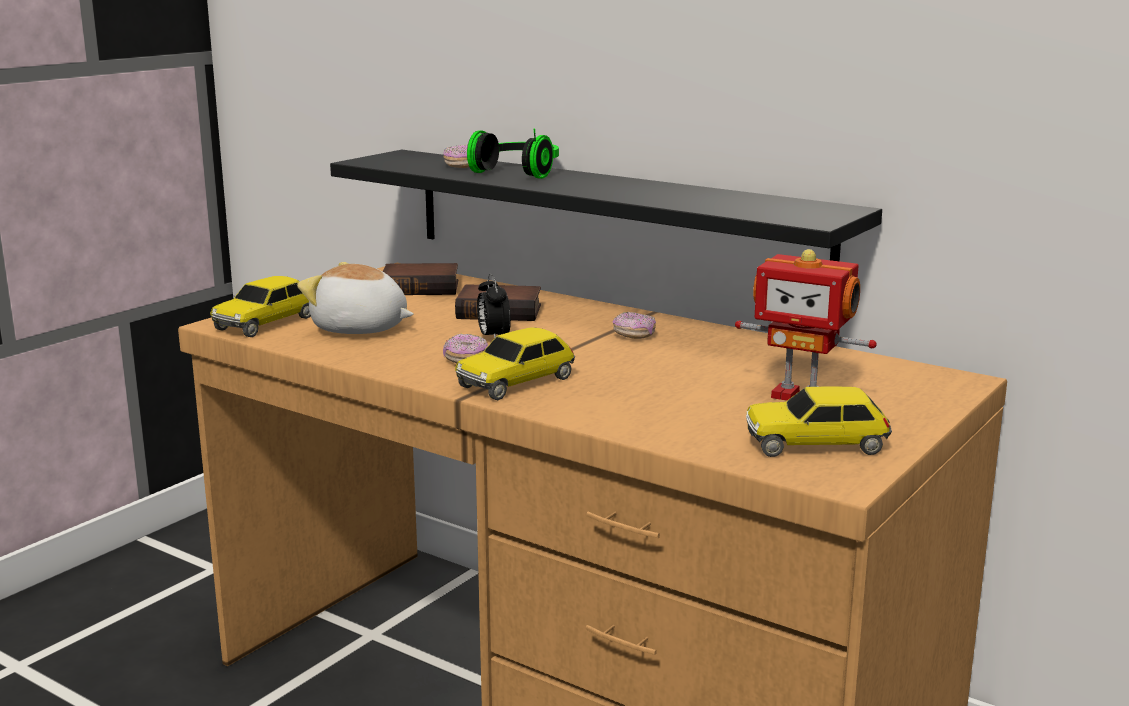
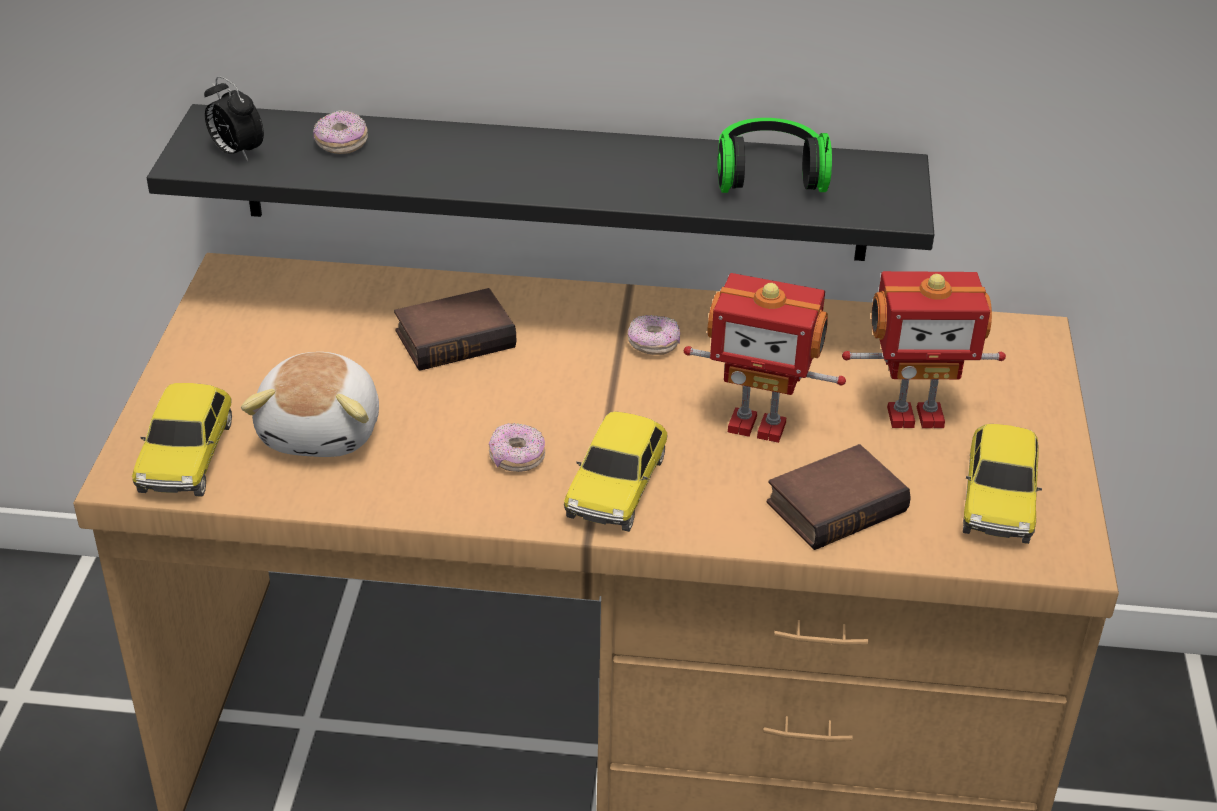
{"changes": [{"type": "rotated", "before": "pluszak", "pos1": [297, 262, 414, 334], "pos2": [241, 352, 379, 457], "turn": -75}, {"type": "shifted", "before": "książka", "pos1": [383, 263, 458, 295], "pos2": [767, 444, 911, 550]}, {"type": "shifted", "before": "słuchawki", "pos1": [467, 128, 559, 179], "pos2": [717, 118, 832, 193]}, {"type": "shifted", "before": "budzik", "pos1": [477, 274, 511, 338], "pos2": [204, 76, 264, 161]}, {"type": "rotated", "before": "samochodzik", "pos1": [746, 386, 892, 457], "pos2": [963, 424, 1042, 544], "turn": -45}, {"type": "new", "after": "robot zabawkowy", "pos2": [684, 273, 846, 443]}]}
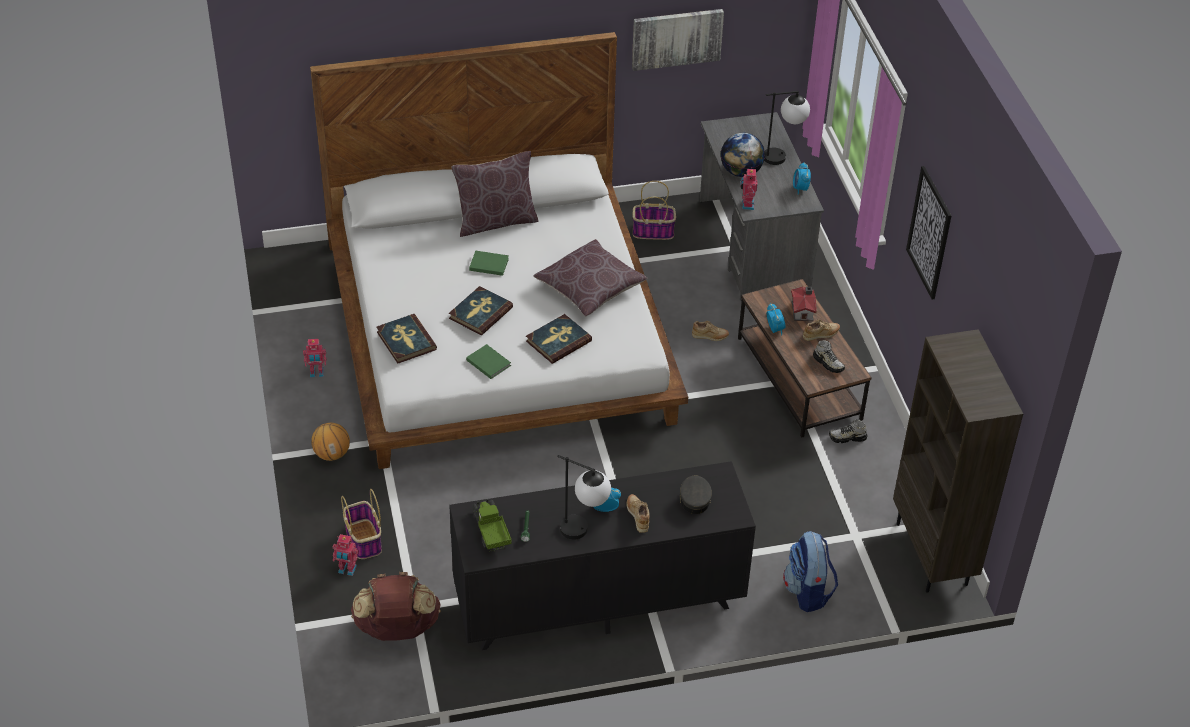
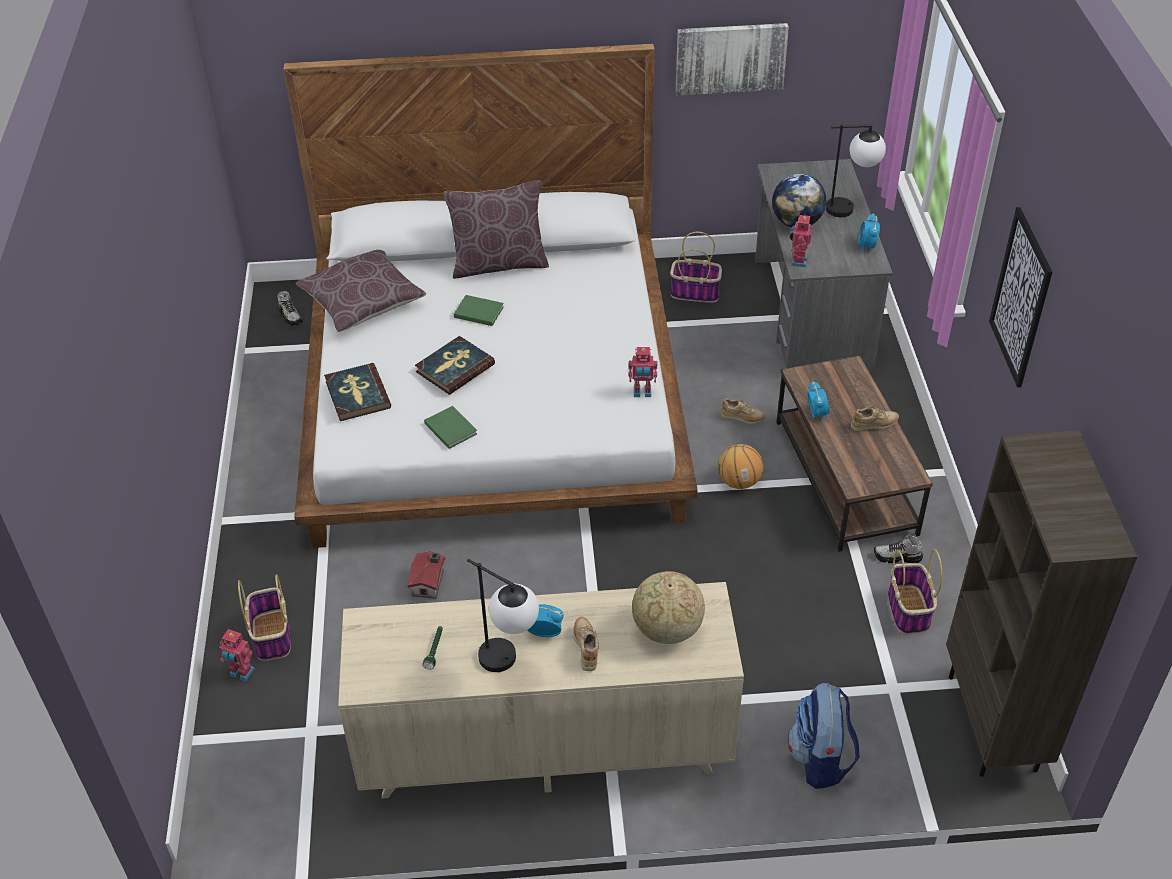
{"changes": [{"type": "shifted", "before": "robot zabawkowy", "pos1": [303, 339, 327, 378], "pos2": [628, 347, 658, 397]}, {"type": "shifted", "before": "piłka do koszykówki", "pos1": [311, 423, 350, 461], "pos2": [718, 444, 763, 489]}, {"type": "gone", "before": "plecak (brązowy)", "pos1": [351, 572, 441, 641]}, {"type": "repainted", "before": "komoda (czarny)", "after": "komoda (beżowy)", "pos1": [449, 461, 756, 650], "pos2": [338, 582, 744, 799]}, {"type": "gone", "before": "ciężarówka zabawkowa", "pos1": [472, 499, 512, 552]}, {"type": "gone", "before": "książka", "pos1": [526, 314, 592, 364]}, {"type": "shifted", "before": "poduszka (brązowy)", "pos1": [533, 239, 647, 317], "pos2": [296, 250, 426, 332]}, {"type": "swapped", "before": "czapka z daszkiem (szary)", "after": "globus", "pos1": [680, 475, 712, 514], "pos2": [632, 571, 705, 644]}, {"type": "shifted", "before": "domek", "pos1": [791, 286, 817, 321], "pos2": [407, 551, 445, 598]}, {"type": "shifted", "before": "but", "pos1": [813, 340, 845, 373], "pos2": [277, 291, 303, 326]}, {"type": "new", "after": "koszyk", "pos2": [888, 549, 942, 634]}]}
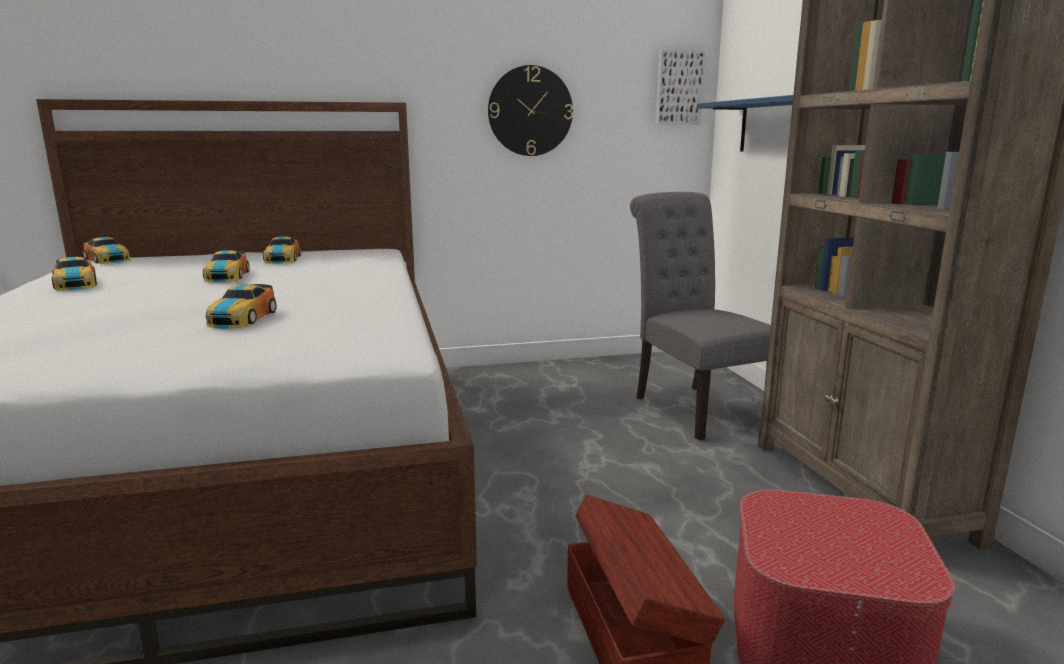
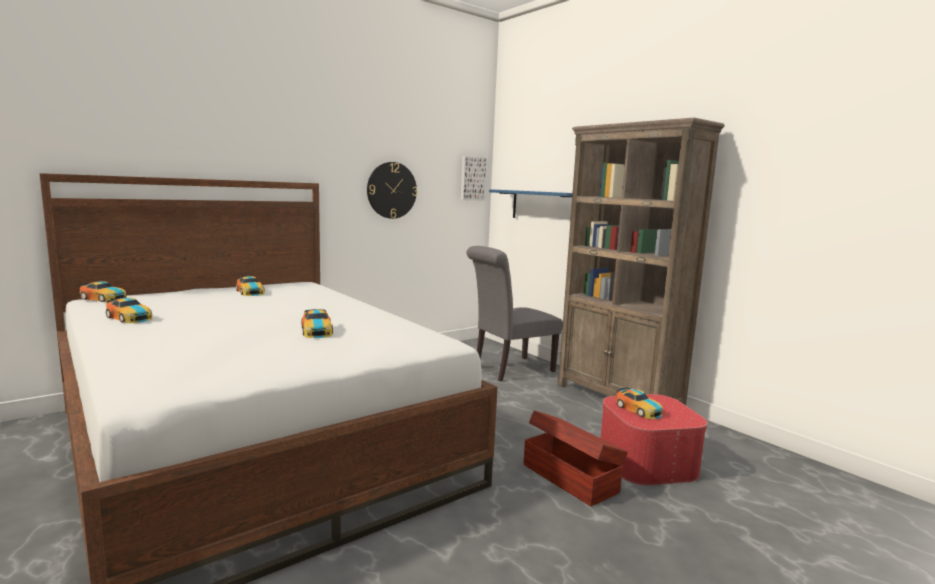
{"changes": [{"type": "shifted", "before": "samochodzik", "pos1": [203, 250, 250, 282], "pos2": [616, 387, 663, 419]}, {"type": "rotated", "before": "krzesło (szary)", "pos1": [630, 192, 771, 440], "pos2": [466, 246, 563, 381], "turn": -75}]}
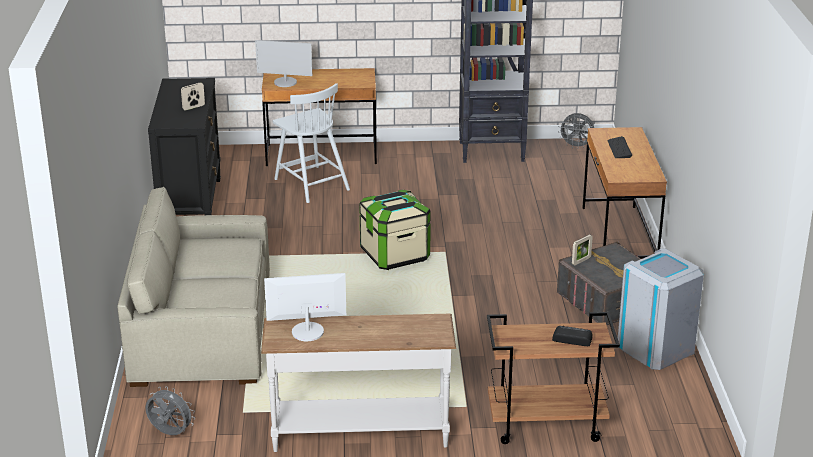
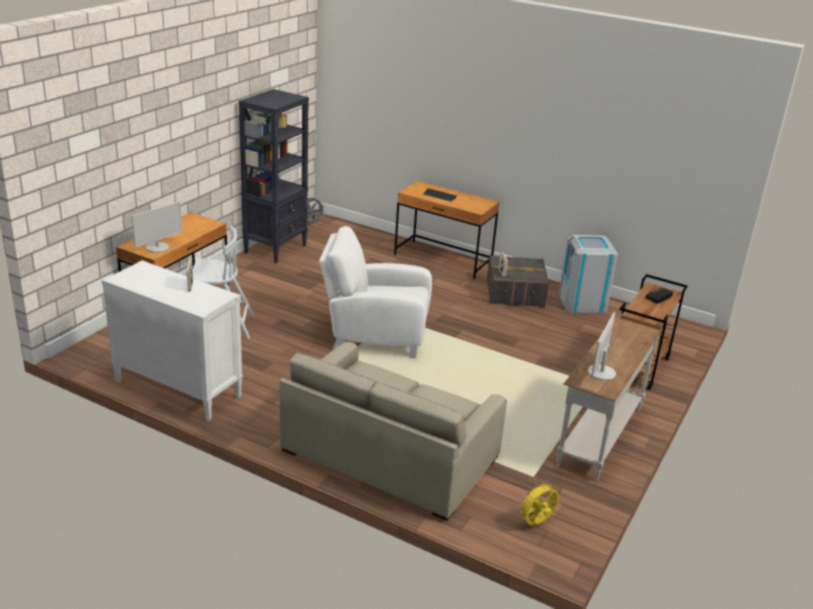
{"changes": [{"type": "repainted", "before": "wentylator (szary)", "after": "wentylator (żółty)", "pos1": [145, 386, 195, 435], "pos2": [516, 480, 559, 526]}, {"type": "repainted", "before": "komoda (czarny)", "after": "komoda (biały)", "pos1": [148, 78, 221, 215], "pos2": [102, 260, 243, 422]}, {"type": "swapped", "before": "pojemnik do przechowywania", "after": "fotel (biały)", "pos1": [359, 190, 431, 270], "pos2": [319, 226, 432, 358]}]}
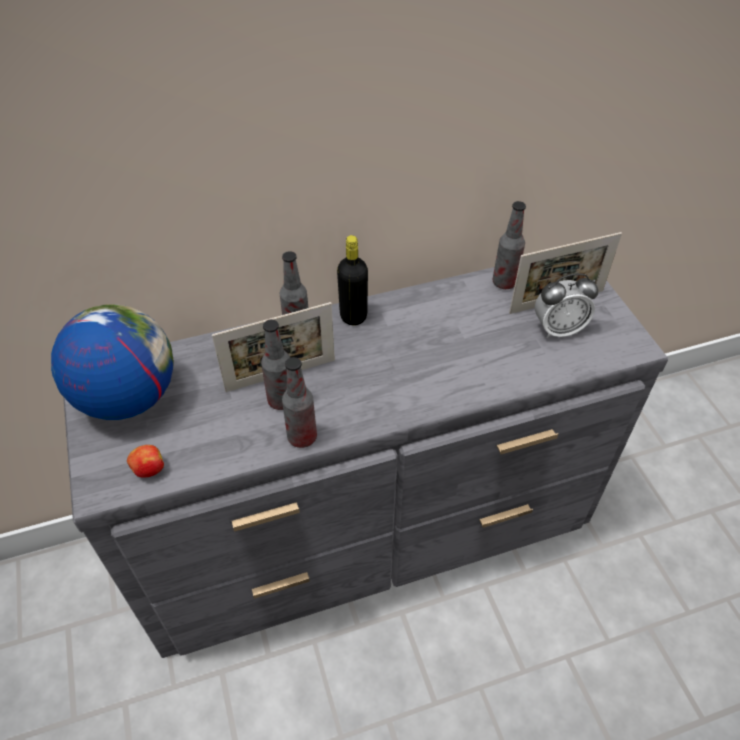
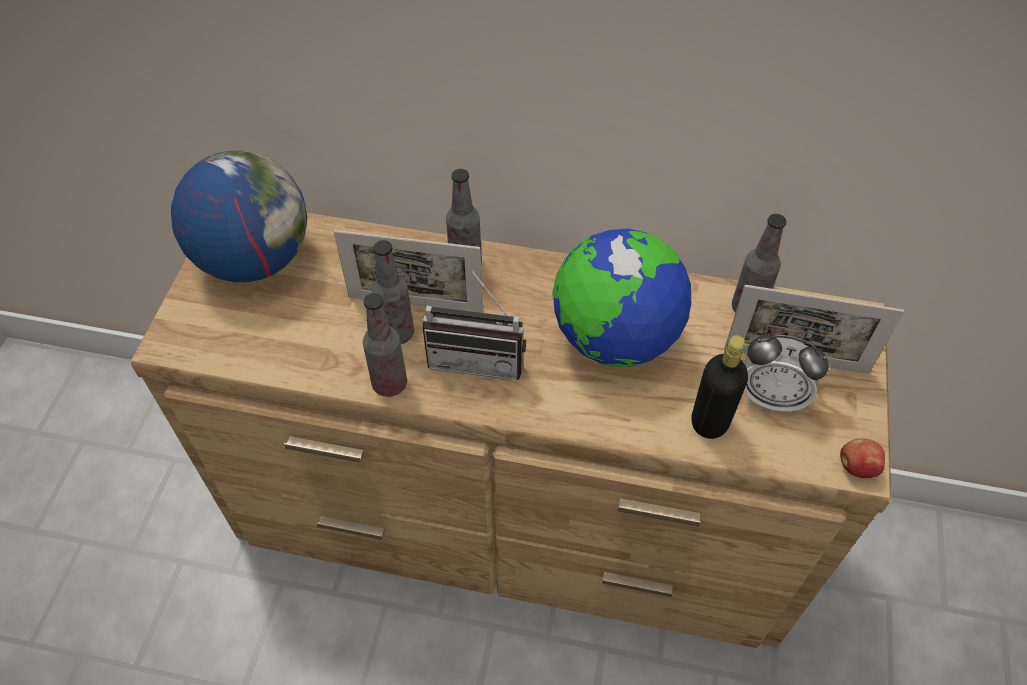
{"changes": [{"type": "repainted", "before": "komoda (szary)", "after": "komoda (brązowy)", "pos1": [63, 267, 668, 658], "pos2": [130, 213, 891, 648]}, {"type": "shifted", "before": "jabłko", "pos1": [127, 445, 164, 477], "pos2": [840, 438, 885, 478]}, {"type": "shifted", "before": "butelka (czarny)", "pos1": [337, 235, 368, 326], "pos2": [691, 335, 748, 439]}, {"type": "new", "after": "radio", "pos2": [422, 266, 526, 380]}, {"type": "new", "after": "globus", "pos2": [552, 229, 691, 367]}]}
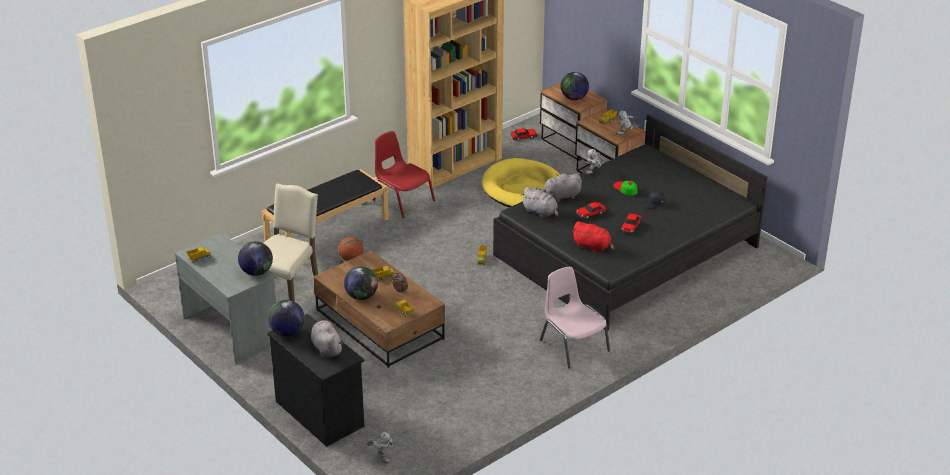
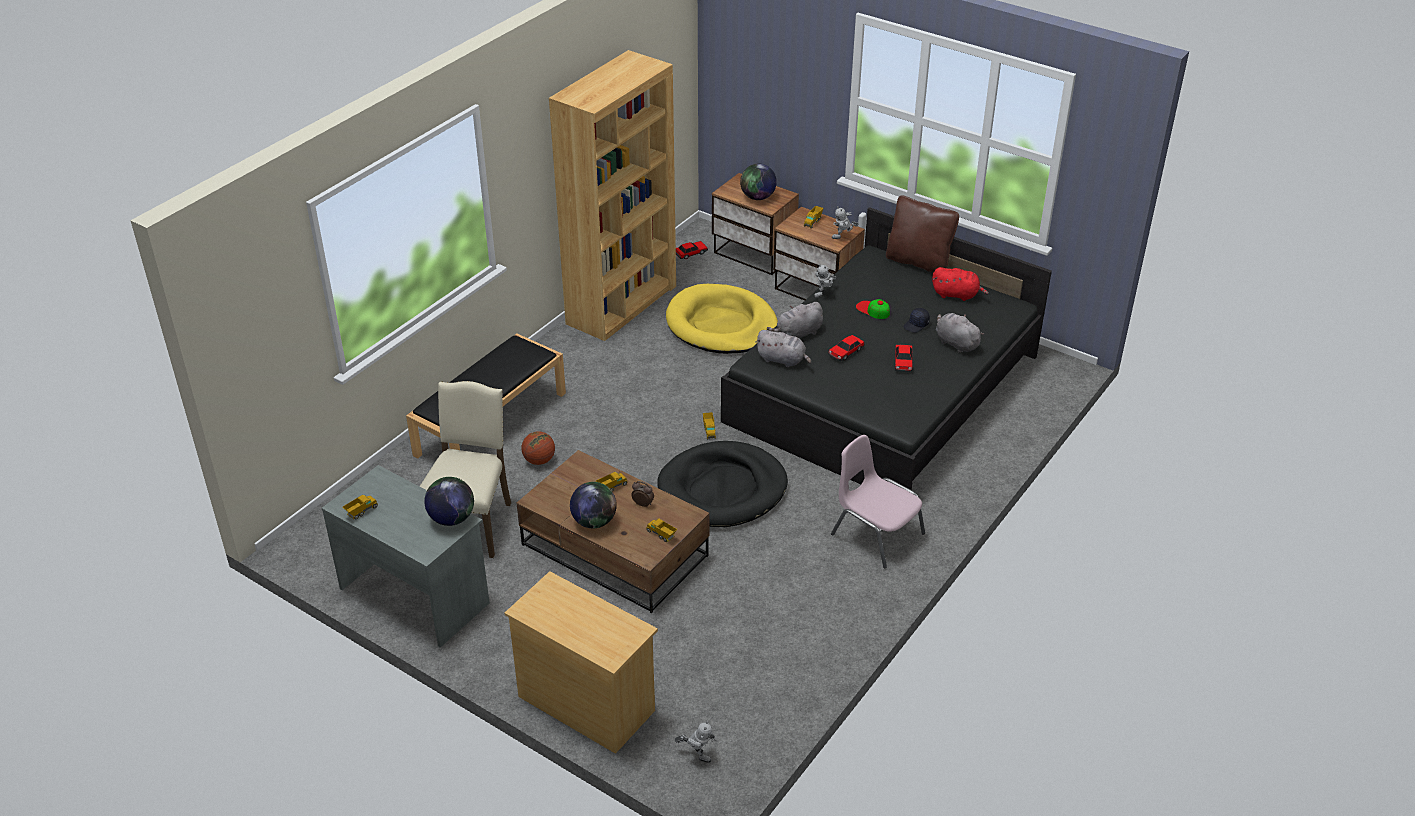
{"changes": [{"type": "repainted", "before": "komoda (czarny)", "after": "komoda (beżowy)", "pos1": [267, 314, 365, 447], "pos2": [504, 571, 658, 754]}, {"type": "gone", "before": "globus", "pos1": [268, 300, 304, 336]}, {"type": "shifted", "before": "pluszak (szary)", "pos1": [311, 320, 343, 357], "pos2": [936, 313, 984, 353]}, {"type": "gone", "before": "krzesło (czerwony)", "pos1": [373, 131, 435, 218]}, {"type": "shifted", "before": "pluszak (czerwony)", "pos1": [572, 221, 614, 252], "pos2": [932, 267, 989, 301]}, {"type": "new", "after": "legowisko (czarny)", "pos2": [657, 441, 788, 527]}, {"type": "new", "after": "poduszka (brązowy)", "pos2": [886, 195, 959, 273]}]}
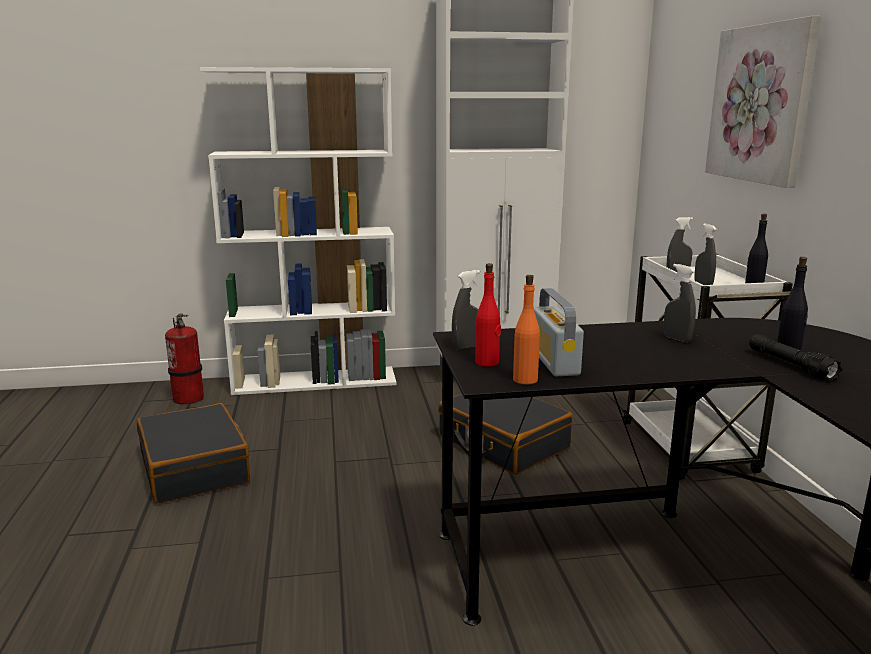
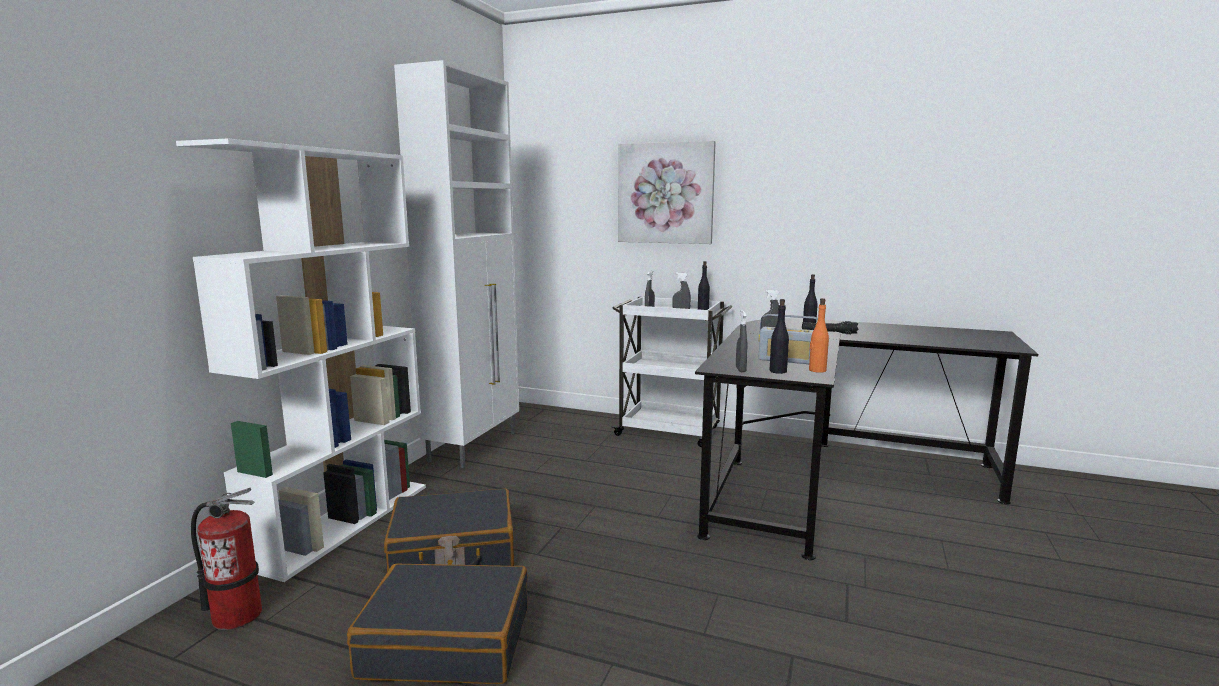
{"changes": [{"type": "shifted", "before": "walizka (czarny)", "pos1": [438, 394, 573, 475], "pos2": [384, 488, 514, 572]}, {"type": "repainted", "before": "butelka (czerwony)", "after": "butelka (czarny)", "pos1": [475, 263, 501, 367], "pos2": [769, 299, 789, 374]}]}
